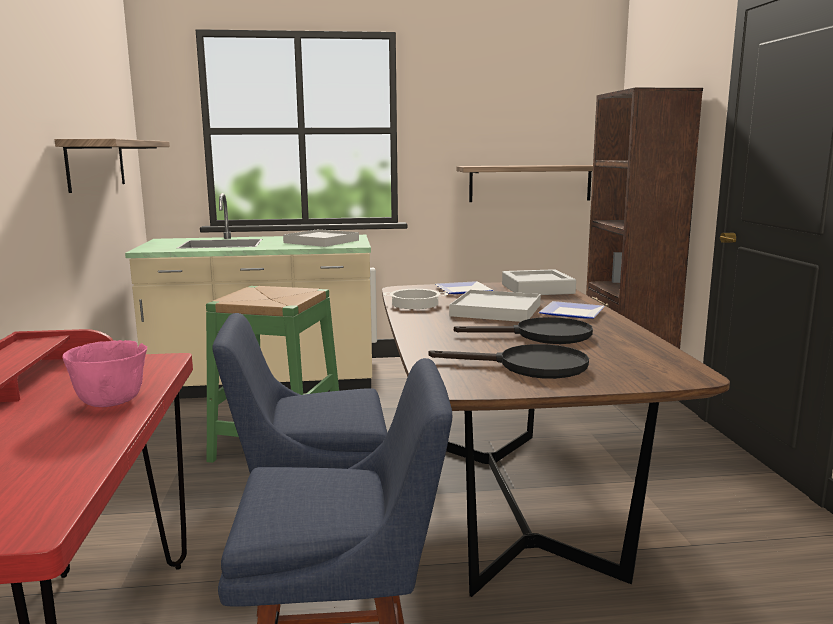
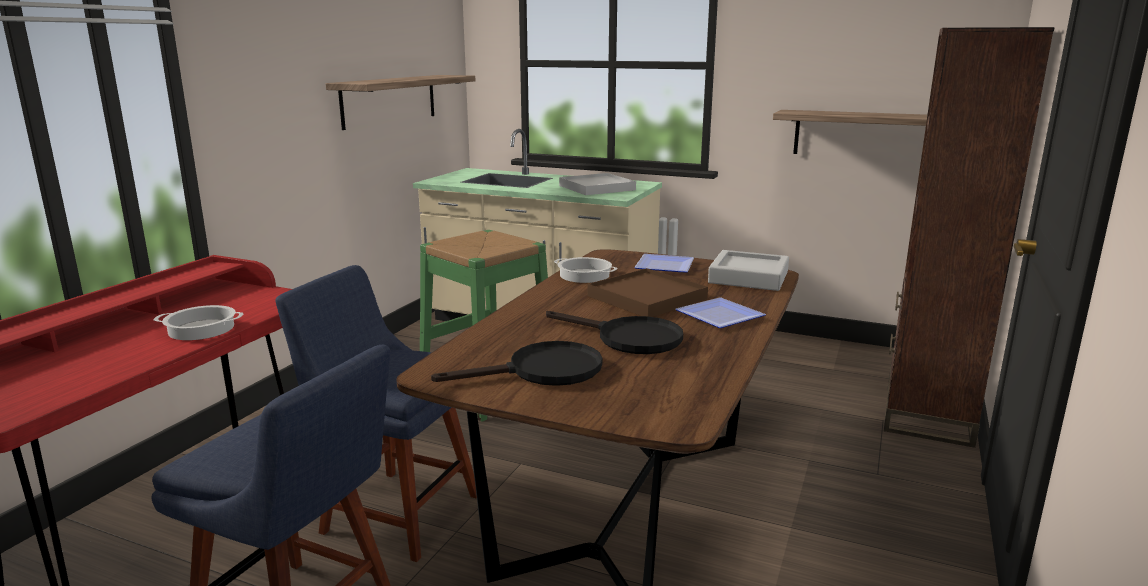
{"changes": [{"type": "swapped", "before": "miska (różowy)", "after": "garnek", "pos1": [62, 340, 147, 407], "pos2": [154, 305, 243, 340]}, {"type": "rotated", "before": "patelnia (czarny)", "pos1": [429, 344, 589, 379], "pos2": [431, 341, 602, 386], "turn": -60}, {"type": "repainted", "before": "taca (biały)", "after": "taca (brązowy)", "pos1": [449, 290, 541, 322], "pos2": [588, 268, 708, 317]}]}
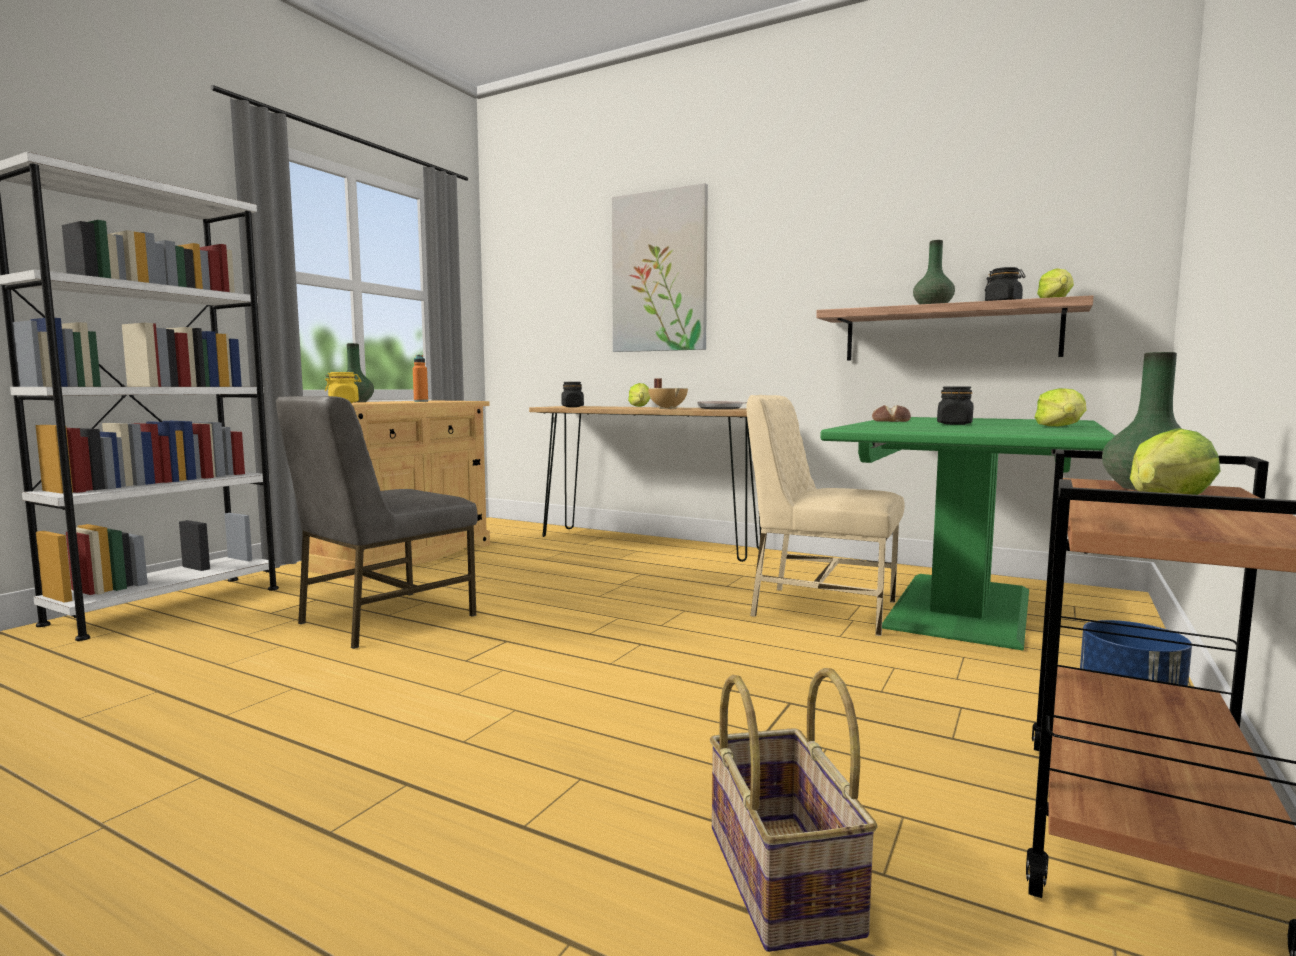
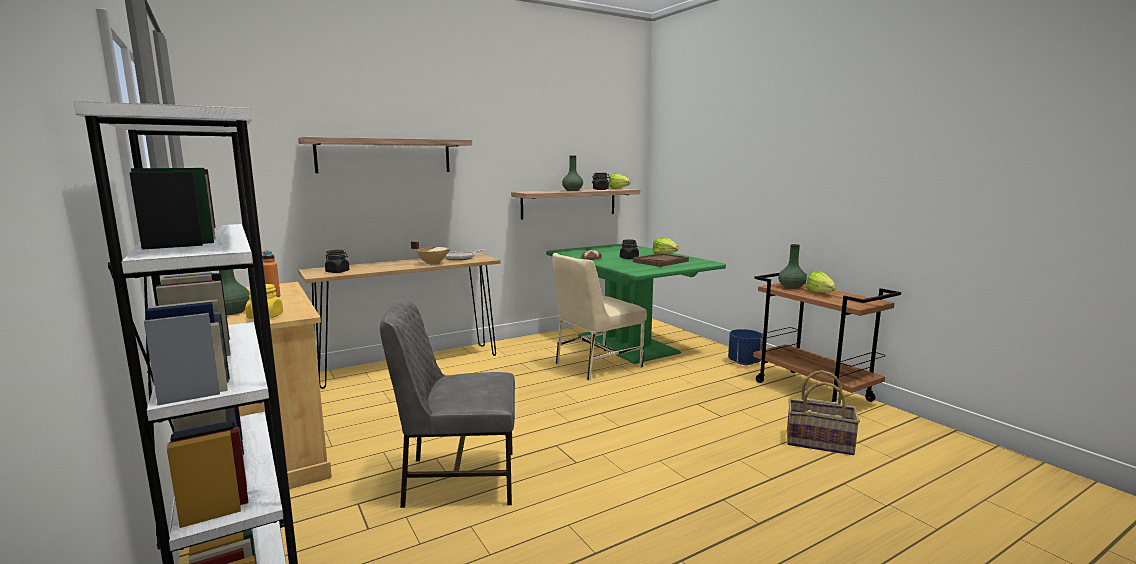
{"changes": [{"type": "rotated", "before": "krzesło (szary)", "pos1": [276, 396, 478, 649], "pos2": [380, 300, 515, 508], "turn": 105}, {"type": "swapped", "before": "obraz", "after": "półka", "pos1": [612, 183, 708, 352], "pos2": [298, 137, 472, 173]}, {"type": "gone", "before": "sałata", "pos1": [628, 383, 650, 407]}, {"type": "new", "after": "taca (brązowy)", "pos2": [633, 253, 689, 267]}]}
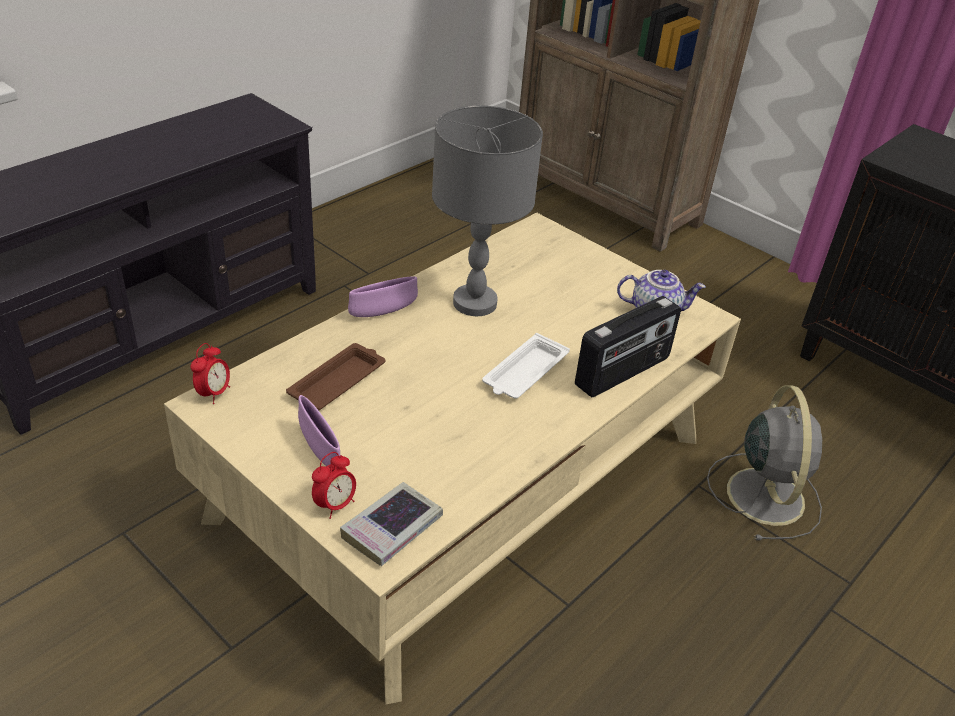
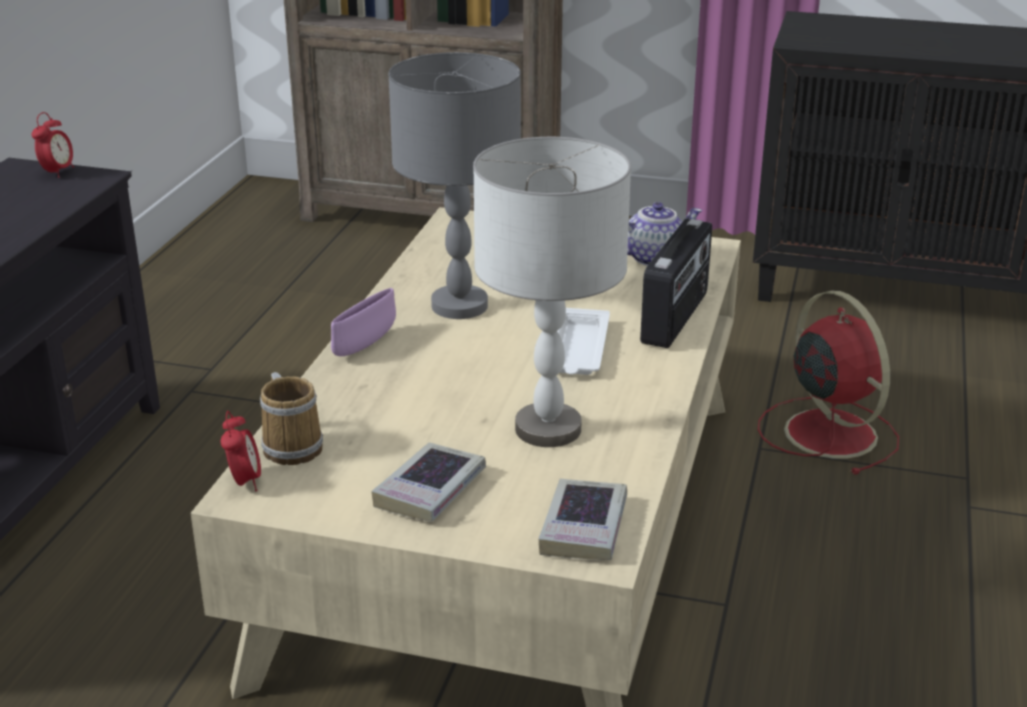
{"changes": [{"type": "gone", "before": "taca (brązowy)", "pos1": [286, 343, 385, 411]}, {"type": "swapped", "before": "miska (fioletowy)", "after": "książka", "pos1": [298, 395, 340, 466], "pos2": [371, 443, 486, 522]}, {"type": "shifted", "before": "budzik", "pos1": [312, 452, 356, 519], "pos2": [32, 112, 74, 178]}, {"type": "repainted", "before": "wentylator (szary)", "after": "wentylator (czerwony)", "pos1": [707, 385, 823, 541], "pos2": [758, 290, 899, 475]}, {"type": "new", "after": "kubek", "pos2": [260, 372, 323, 465]}, {"type": "new", "after": "lampa stołowa (szary)", "pos2": [473, 137, 631, 447]}]}
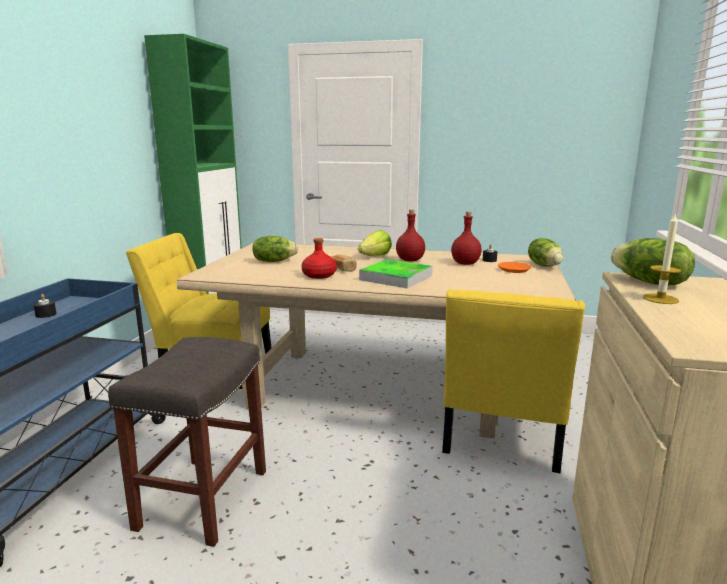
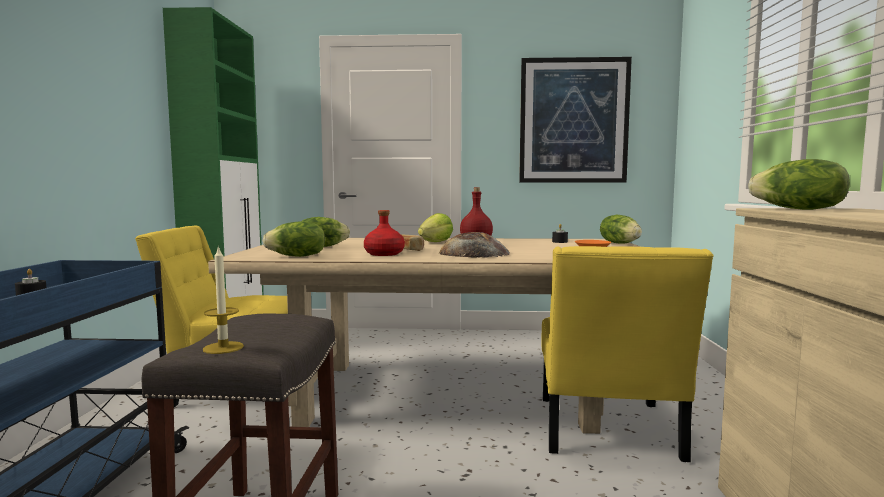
{"changes": [{"type": "swapped", "before": "taca", "after": "chleb", "pos1": [359, 259, 433, 288], "pos2": [439, 232, 509, 258]}, {"type": "gone", "before": "butelka (czerwony)", "pos1": [451, 212, 482, 265]}, {"type": "shifted", "before": "świeca", "pos1": [643, 212, 682, 304], "pos2": [203, 245, 244, 354]}, {"type": "new", "after": "sałata", "pos2": [263, 221, 325, 257]}, {"type": "new", "after": "obraz", "pos2": [519, 57, 632, 183]}]}
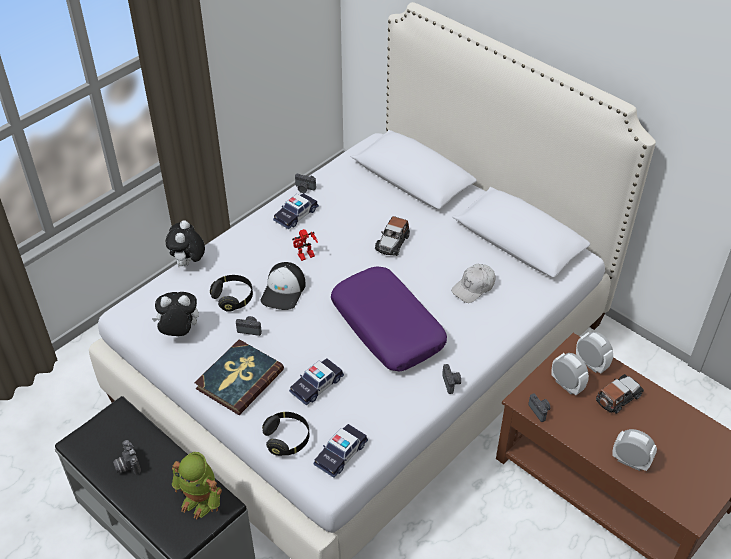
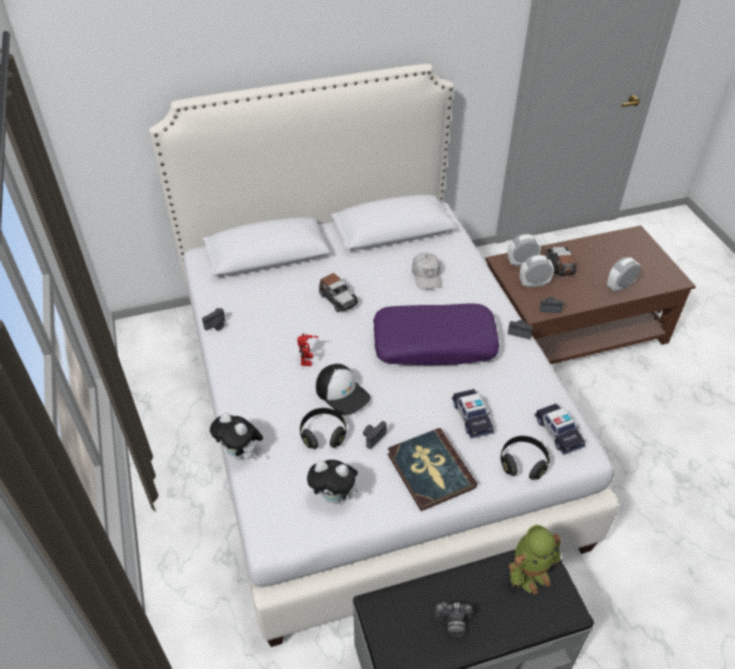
{"changes": [{"type": "rotated", "before": "pluszak", "pos1": [151, 292, 199, 336], "pos2": [307, 460, 363, 504], "turn": -105}, {"type": "gone", "before": "samochodzik", "pos1": [273, 193, 319, 229]}]}
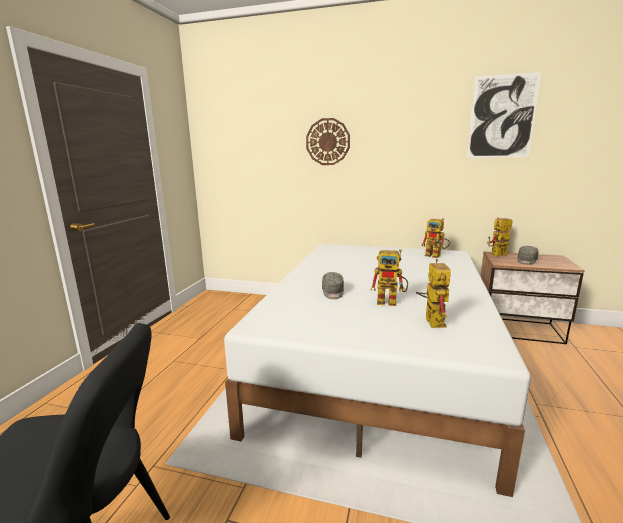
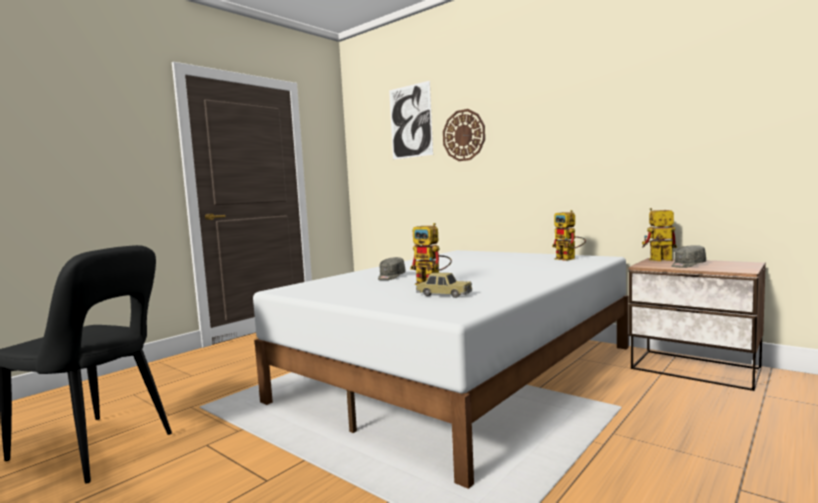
{"changes": [{"type": "swapped", "before": "robot zabawkowy", "after": "samochodzik", "pos1": [416, 259, 451, 328], "pos2": [416, 272, 472, 298]}, {"type": "shifted", "before": "obraz", "pos1": [467, 72, 541, 158], "pos2": [389, 81, 433, 159]}]}
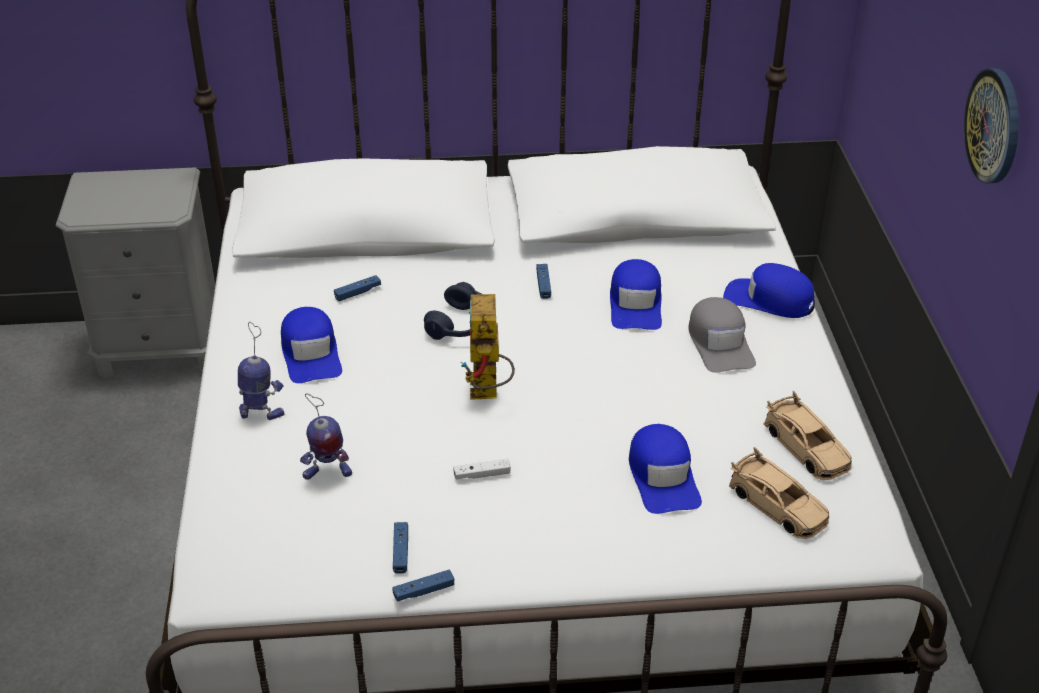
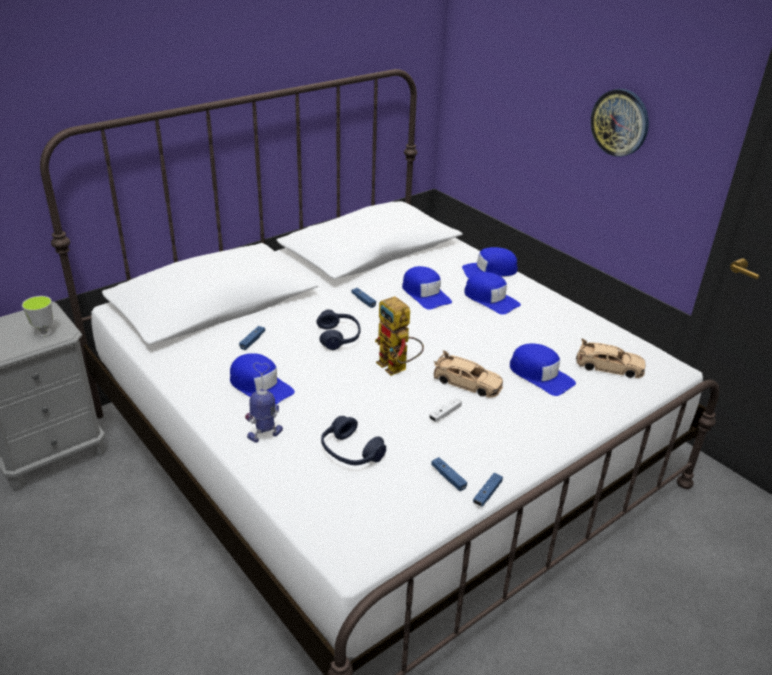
{"changes": [{"type": "swapped", "before": "robot zabawkowy", "after": "słuchawki (niebieski)", "pos1": [300, 393, 352, 480], "pos2": [321, 416, 386, 465]}, {"type": "repainted", "before": "czapka z daszkiem (szary)", "after": "czapka z daszkiem (niebieski)", "pos1": [688, 297, 756, 373], "pos2": [464, 272, 521, 315]}, {"type": "shifted", "before": "samochodzik (beżowy)", "pos1": [764, 391, 852, 480], "pos2": [434, 350, 503, 398]}, {"type": "new", "after": "filiżanka", "pos2": [22, 296, 53, 337]}]}
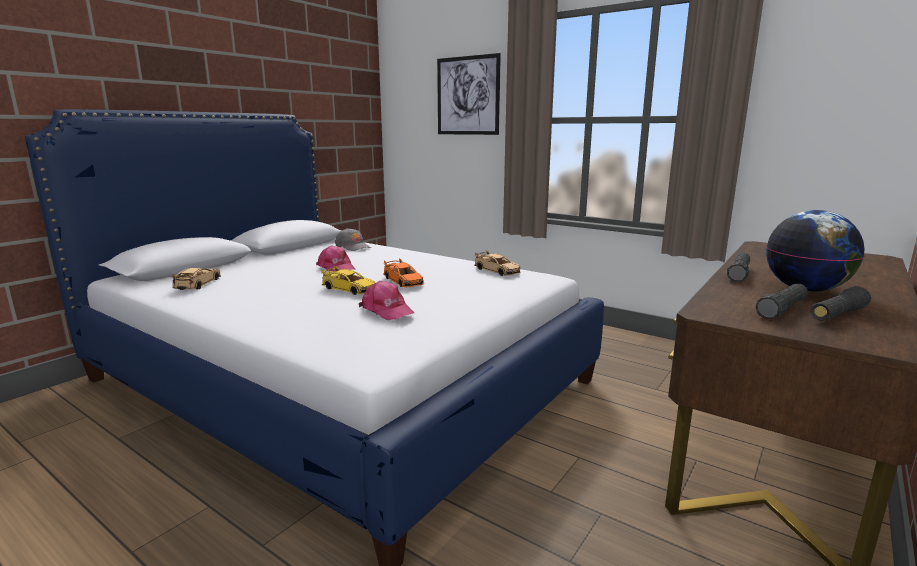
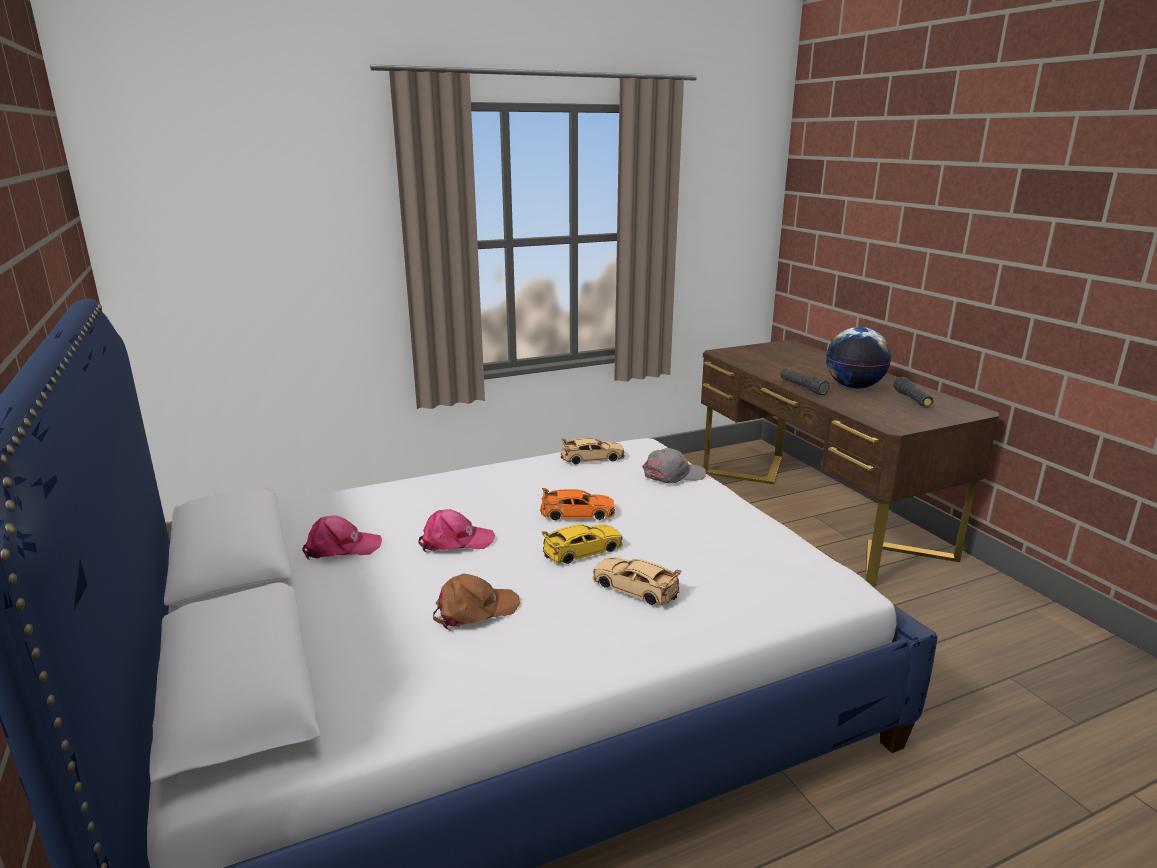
{"changes": [{"type": "shifted", "before": "samochodzik (beżowy)", "pos1": [171, 268, 221, 290], "pos2": [592, 557, 682, 605]}, {"type": "shifted", "before": "czapka z daszkiem (szary)", "pos1": [335, 228, 371, 251], "pos2": [642, 448, 706, 484]}, {"type": "shifted", "before": "czapka z daszkiem (różowy)", "pos1": [359, 281, 414, 320], "pos2": [303, 516, 382, 560]}, {"type": "gone", "before": "obraz", "pos1": [437, 53, 501, 135]}, {"type": "gone", "before": "latarka (czarny)", "pos1": [756, 284, 808, 319]}, {"type": "new", "after": "czapka z daszkiem (brązowy)", "pos2": [433, 574, 520, 630]}]}
